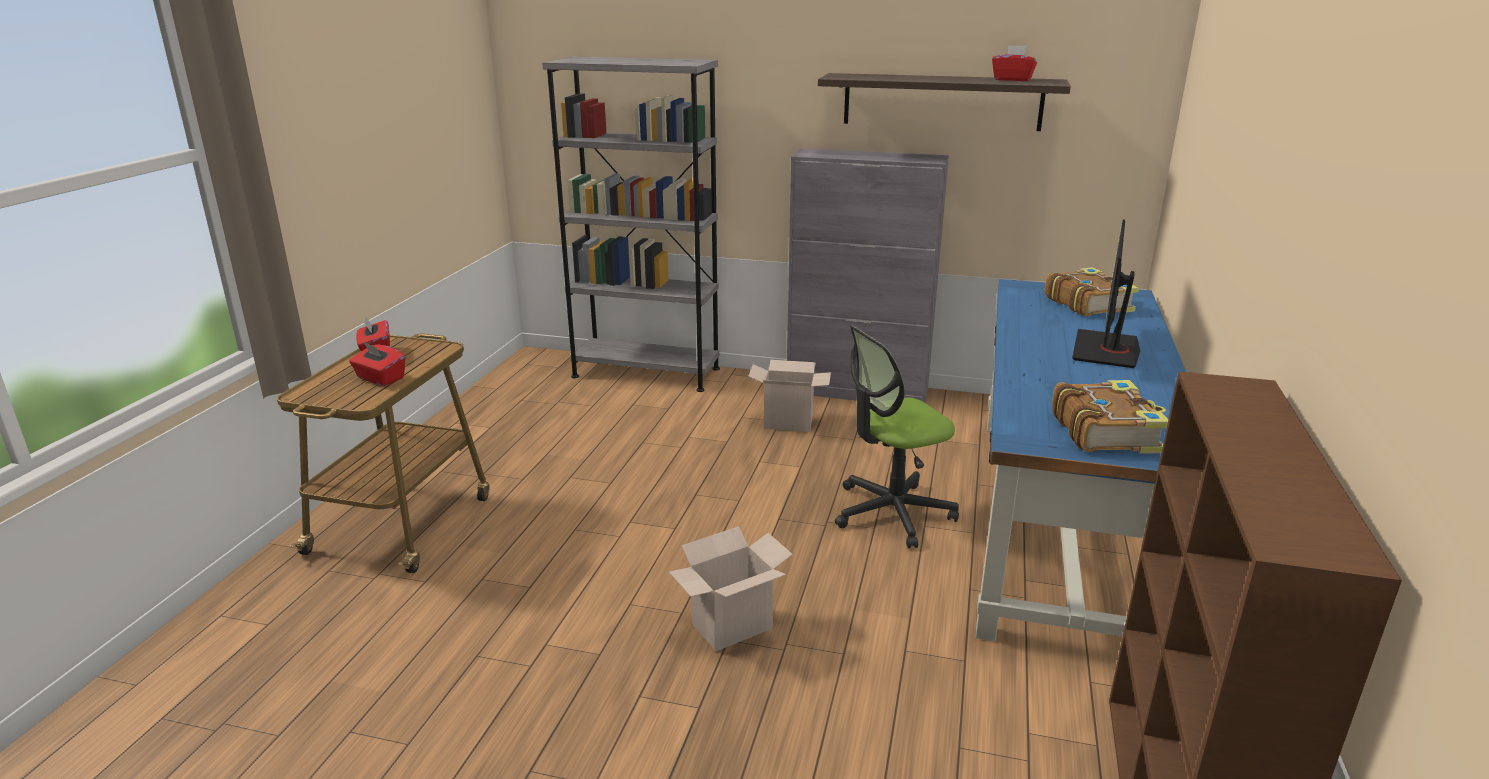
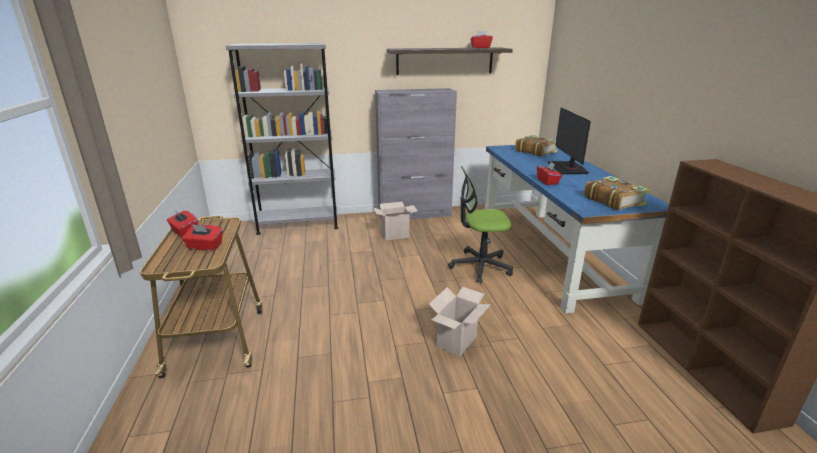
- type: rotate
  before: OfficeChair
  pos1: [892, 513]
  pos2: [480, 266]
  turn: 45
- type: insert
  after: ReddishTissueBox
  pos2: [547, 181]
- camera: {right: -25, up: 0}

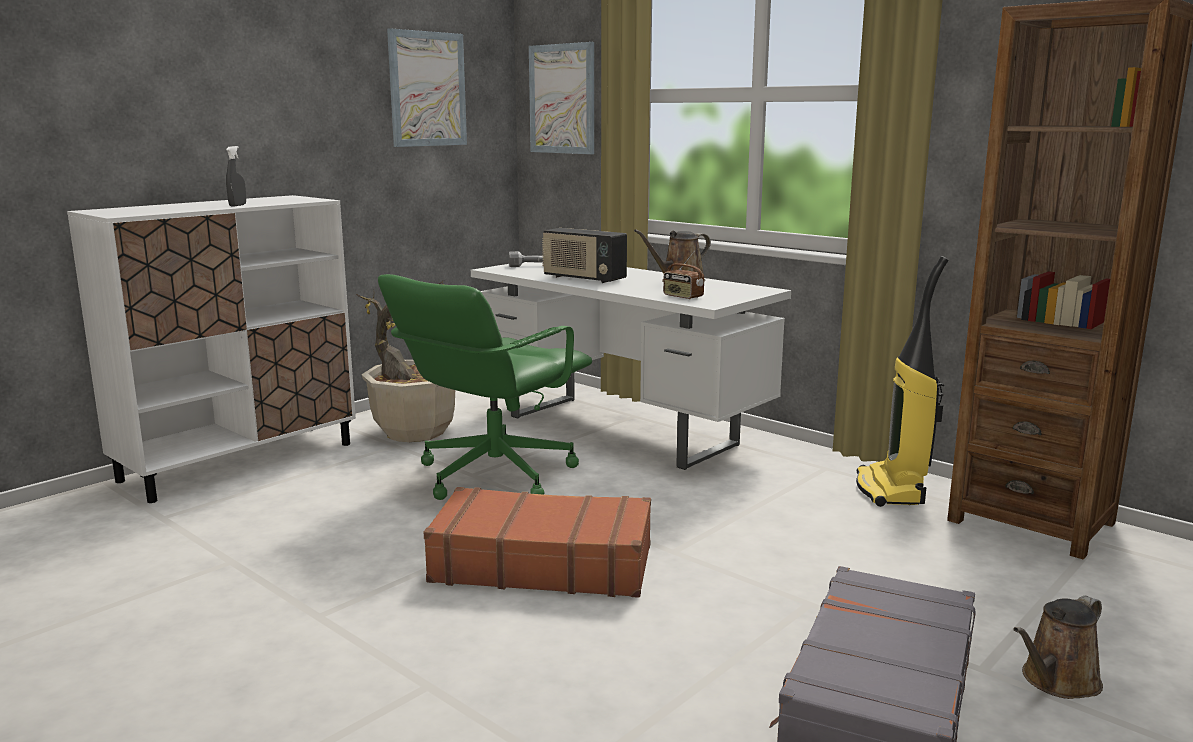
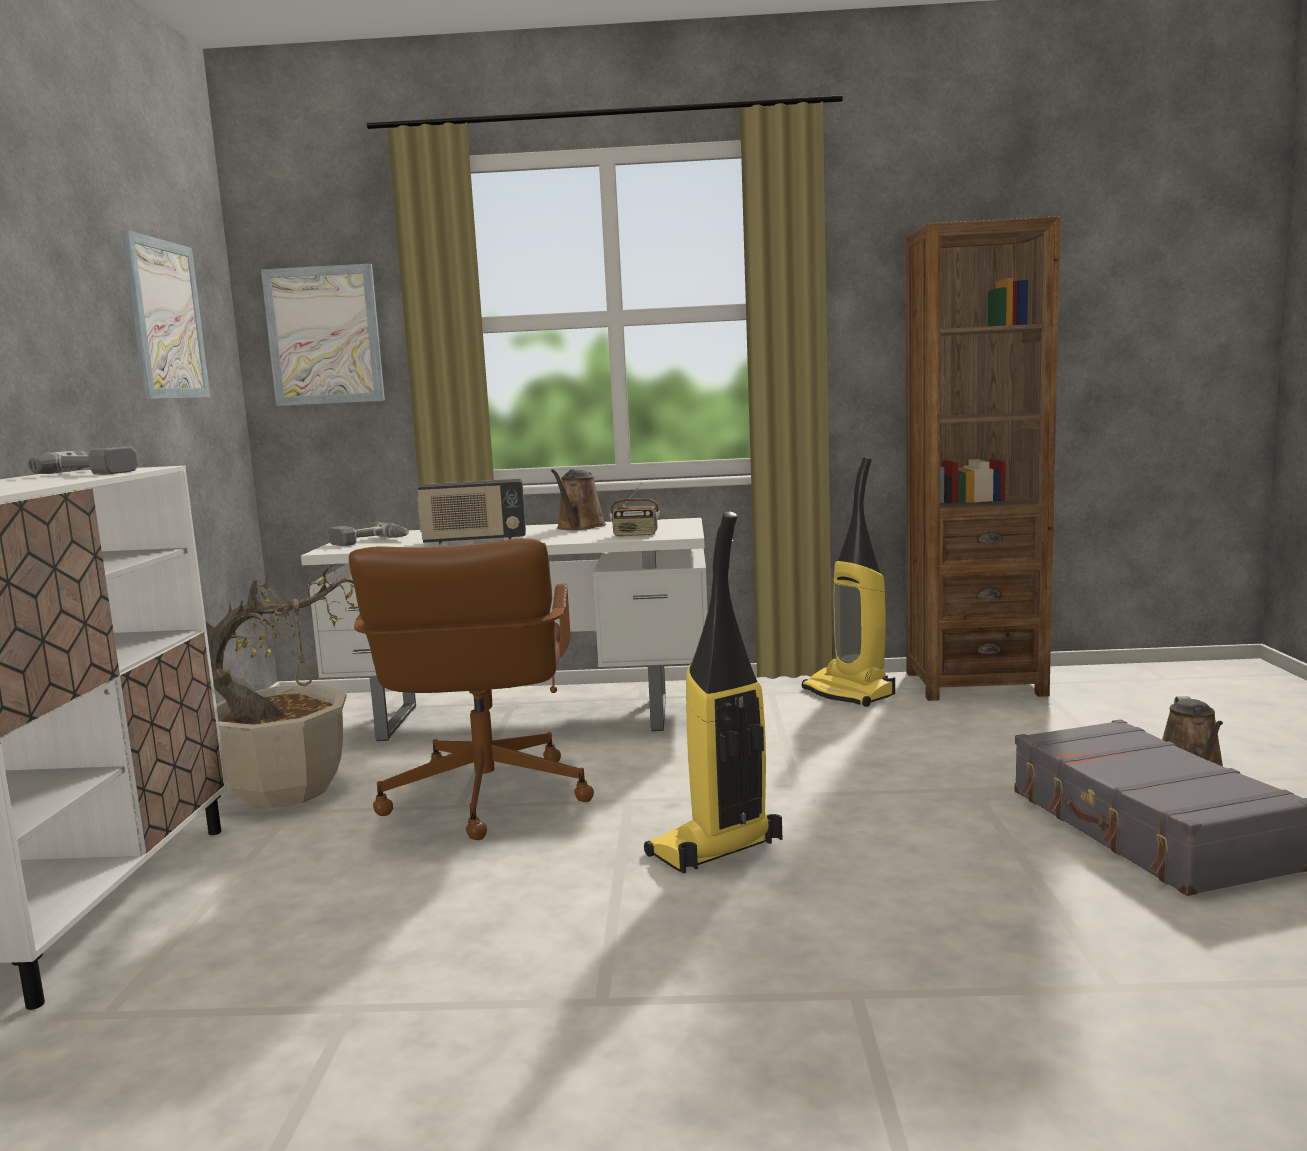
- type: delete
  before: GraySprayBottle
  pos1: [237, 205]
- type: recolor
  before: GreenishOfficeChair
  after: BrownColouredOfficeChair
  pos1: [493, 475]
  pos2: [484, 798]
- type: replace
  before: BrownColouredTravelCase
  after: Vacuum
  pos1: [542, 563]
  pos2: [715, 850]
- type: insert
  after: PowerDrill
  pos2: [98, 472]
- camera: {right: -40, up: -5}

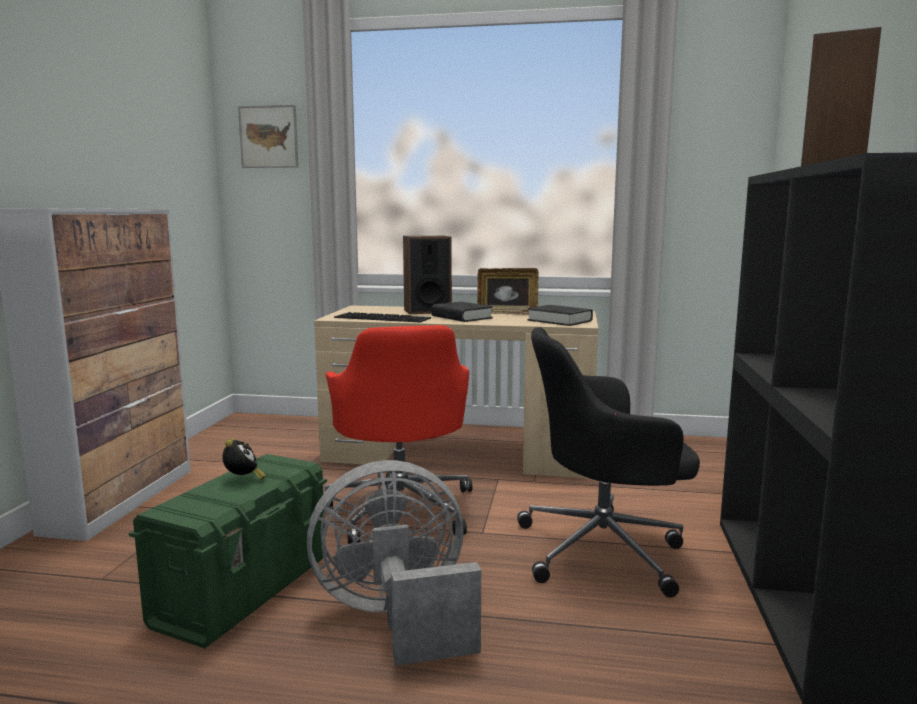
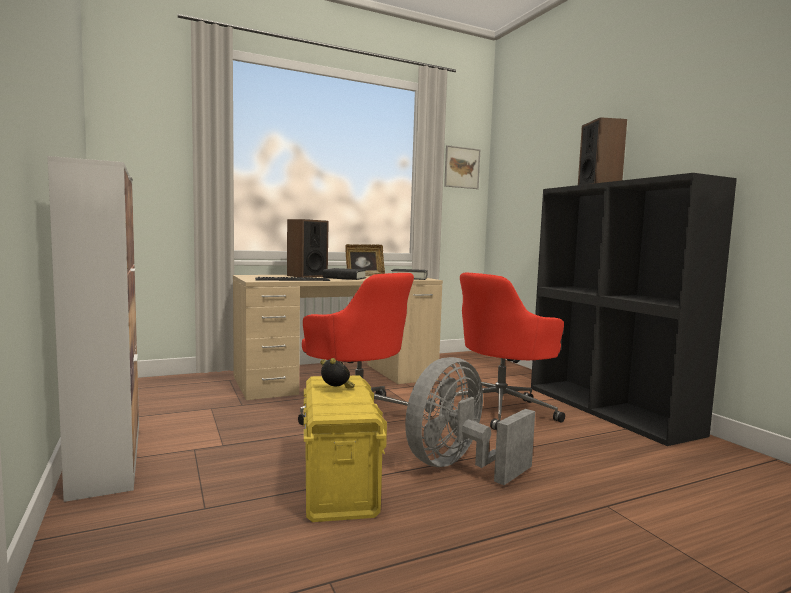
- type: move
  before: WallPicture
  pos1: [269, 137]
  pos2: [462, 167]
- type: recolor
  before: BlackColouredOfficeChair
  after: ReddishOfficeChair
  pos1: [604, 550]
  pos2: [501, 410]
- type: recolor
  before: GreenishStorageContainer
  after: YellowColouredStorageContainer
  pos1: [244, 591]
  pos2: [338, 481]
- camera: {right: -35, up: -5}

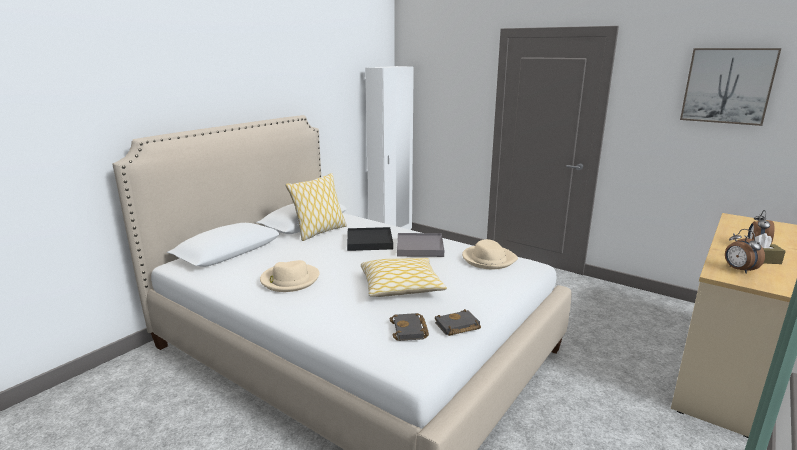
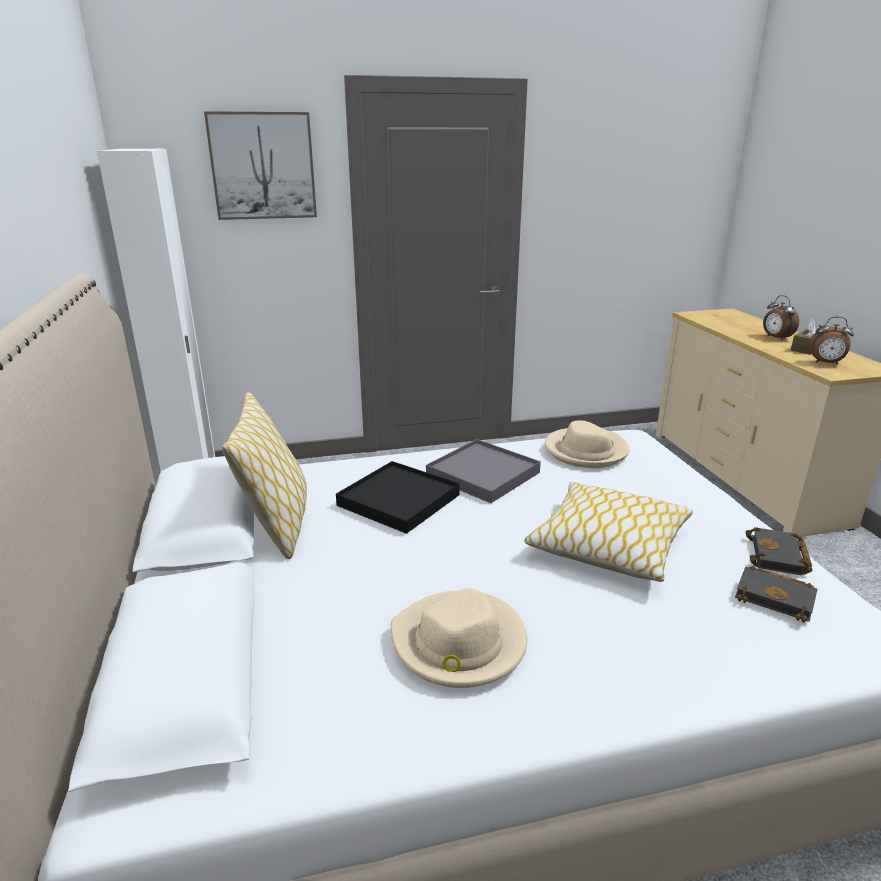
- type: move
  before: WallPicture
  pos1: [727, 86]
  pos2: [263, 166]
- camera: {right: -50, up: 5}

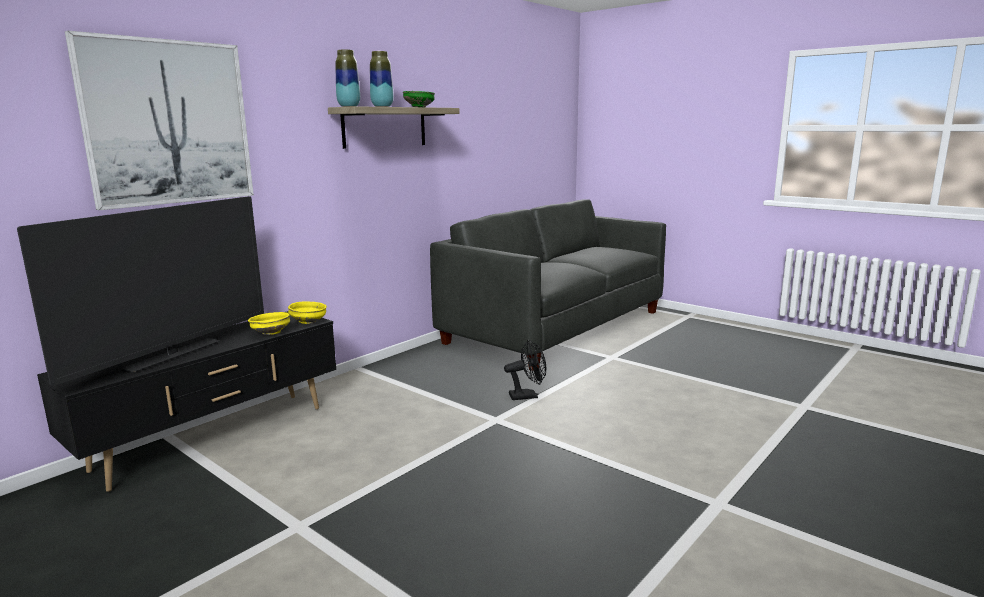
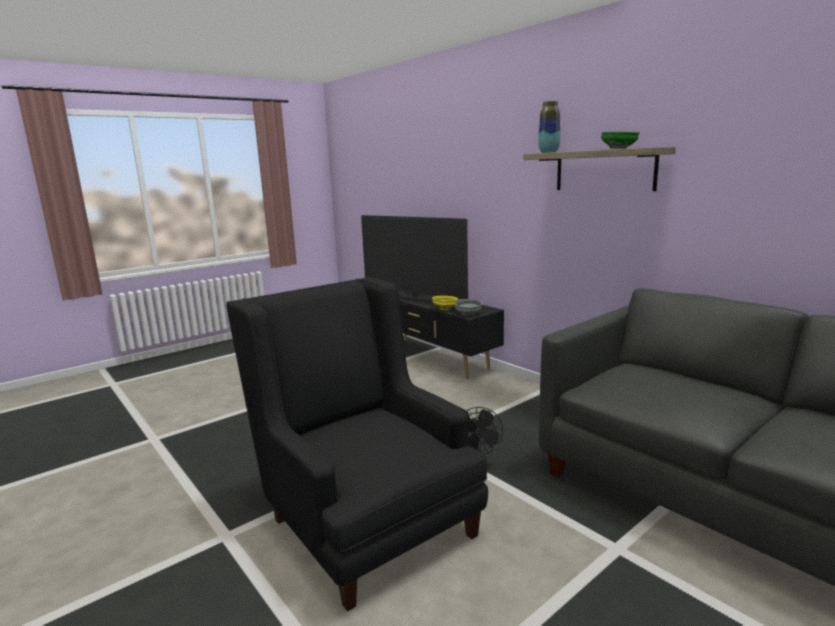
- type: delete
  before: WallPicture
  pos1: [168, 123]
- type: delete
  before: Vase
  pos1: [382, 106]
- type: recolor
  before: YellowColouredBowl
  after: GrayBowl
  pos1: [309, 322]
  pos2: [468, 314]
- type: insert
  after: BlackColouredArmchair
  pos2: [363, 518]
- camera: {right: 100, up: 0}

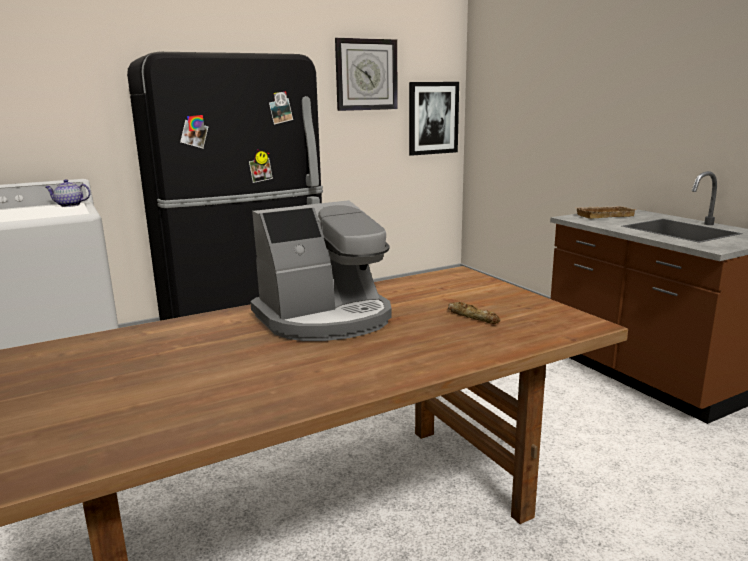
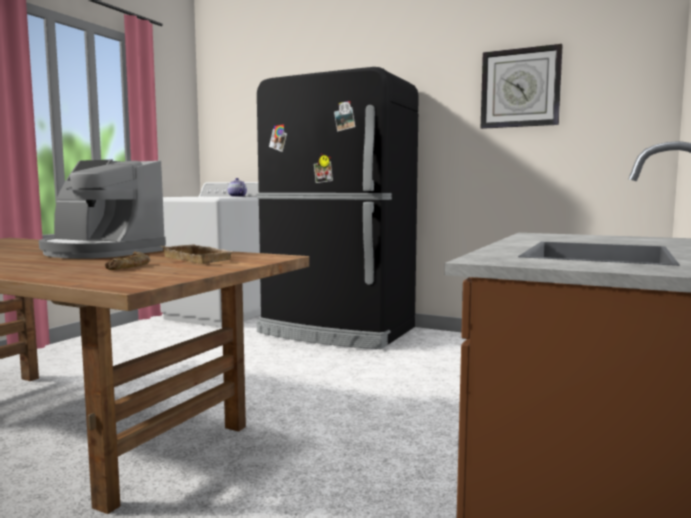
- type: delete
  before: WallPicture
  pos1: [433, 118]
- type: move
  before: SandColouredCarryingTray
  pos1: [604, 215]
  pos2: [200, 259]
- camera: {right: 55, up: -10}

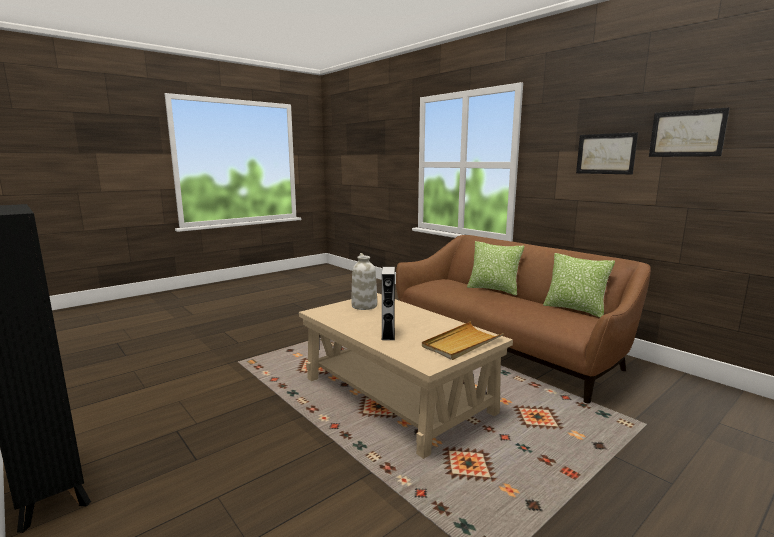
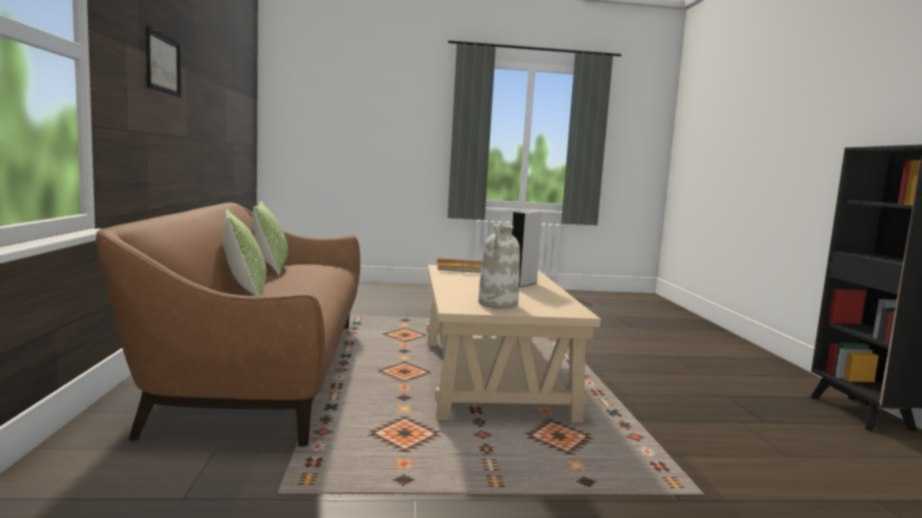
- type: delete
  before: WallPicture
  pos1: [686, 133]
- camera: {right: -145, up: -5}

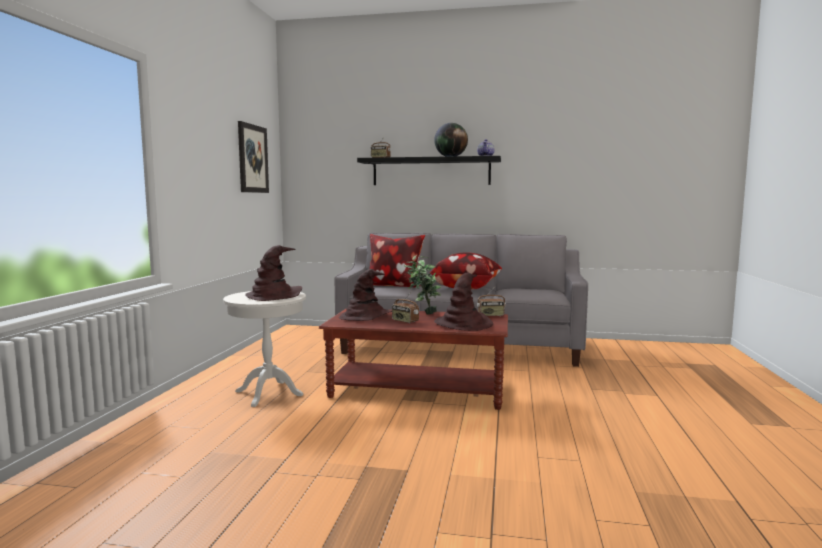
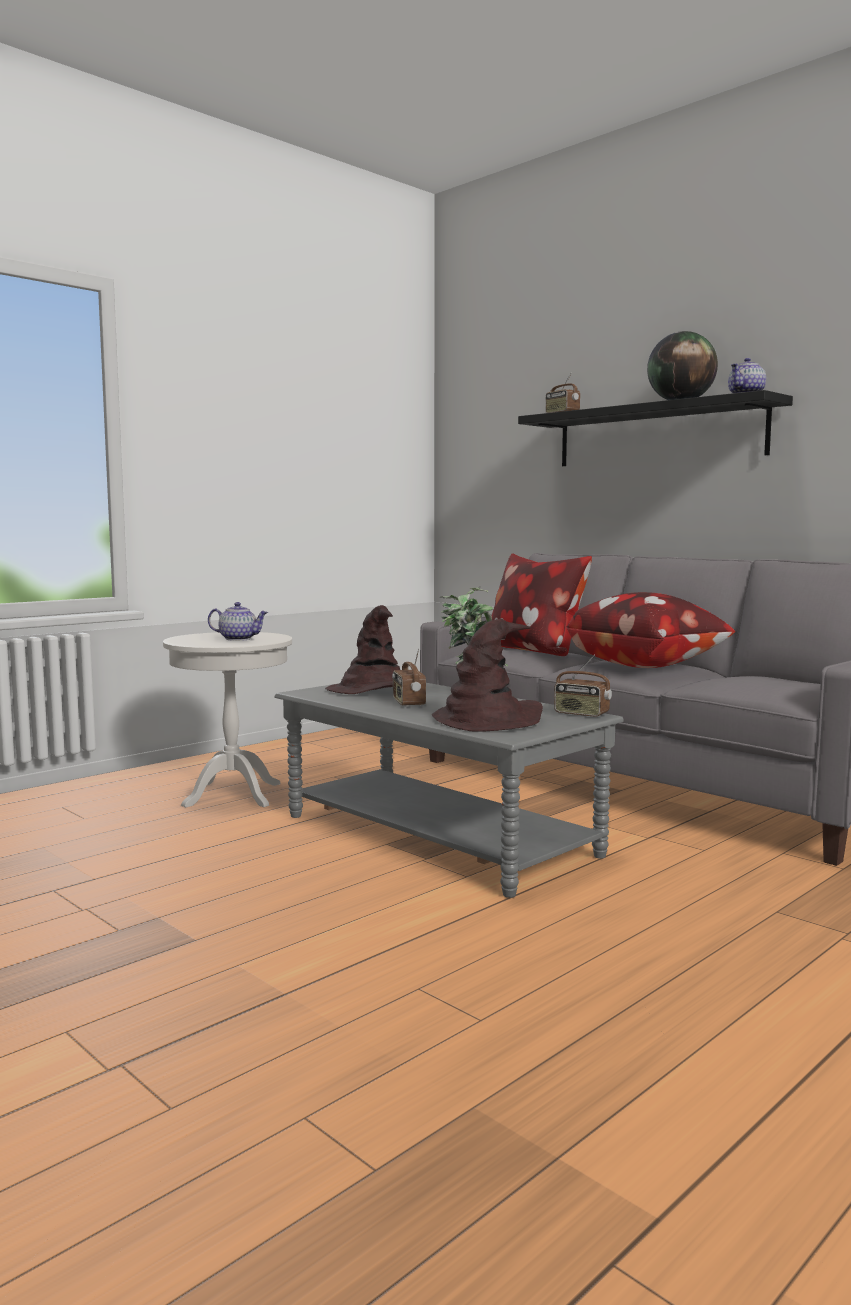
- type: delete
  before: WallPicture
  pos1: [252, 159]
- type: replace
  before: BrownColouredHat
  after: Teapot
  pos1: [274, 295]
  pos2: [239, 639]
- type: recolor
  before: BrownColouredCoffeeTable
  after: GrayCoffeeTable
  pos1: [418, 390]
  pos2: [438, 836]
- camera: {right: 35, up: 0}

